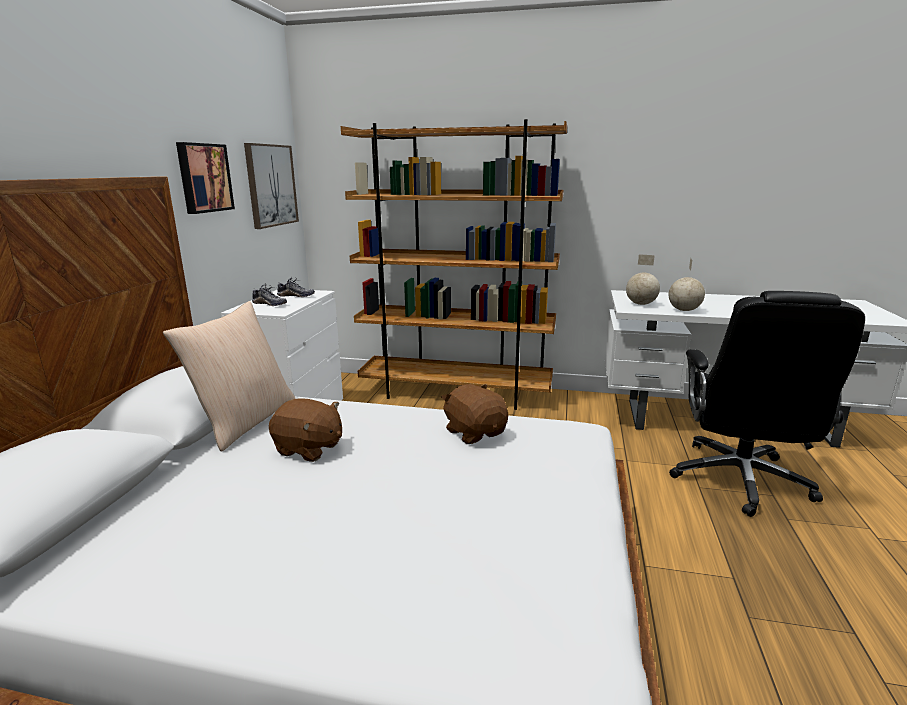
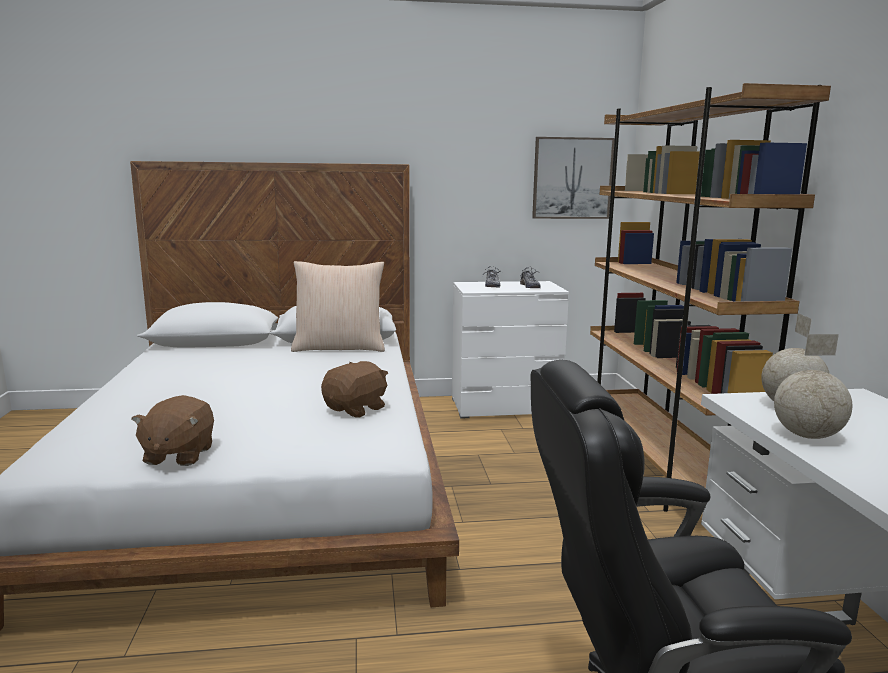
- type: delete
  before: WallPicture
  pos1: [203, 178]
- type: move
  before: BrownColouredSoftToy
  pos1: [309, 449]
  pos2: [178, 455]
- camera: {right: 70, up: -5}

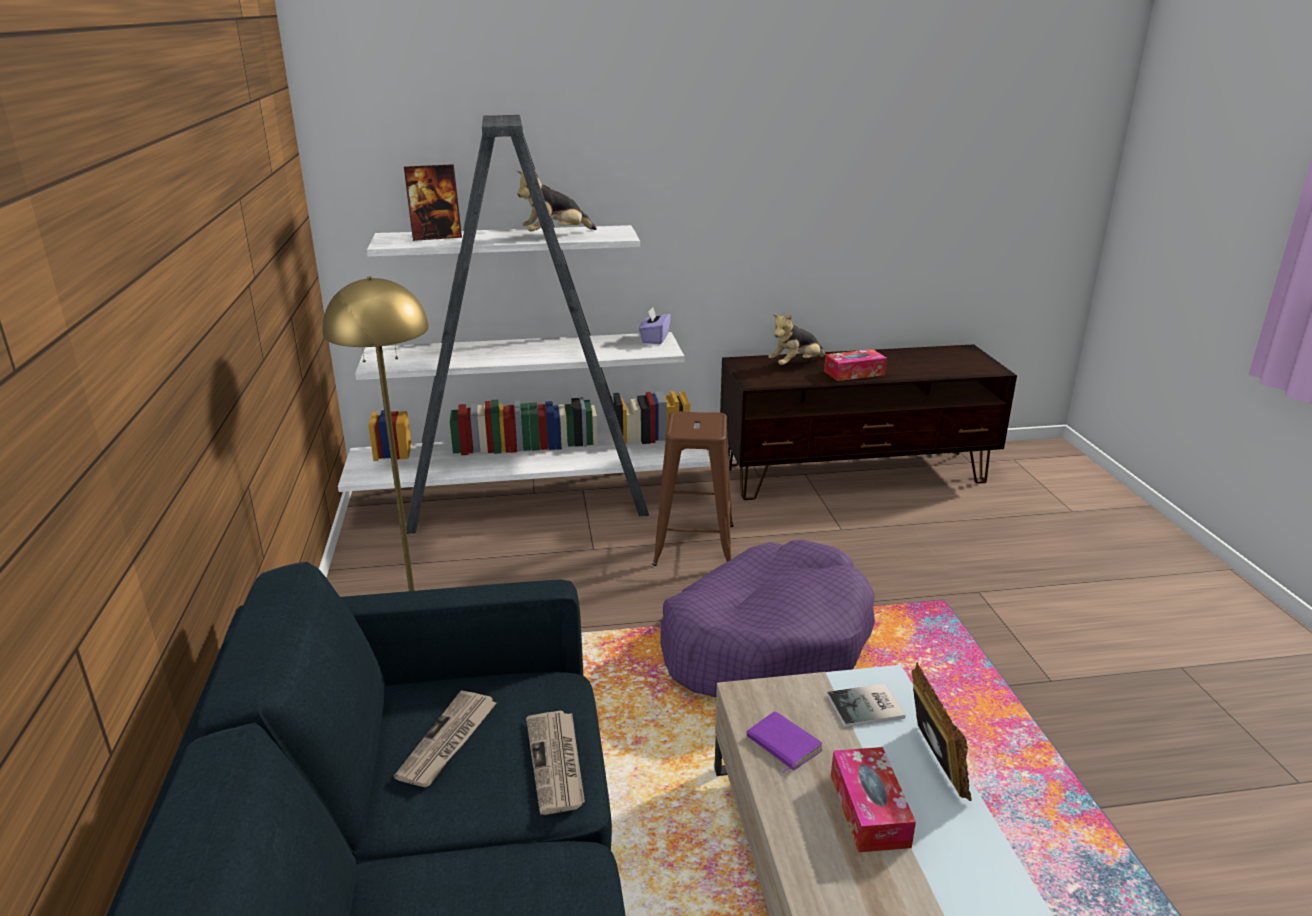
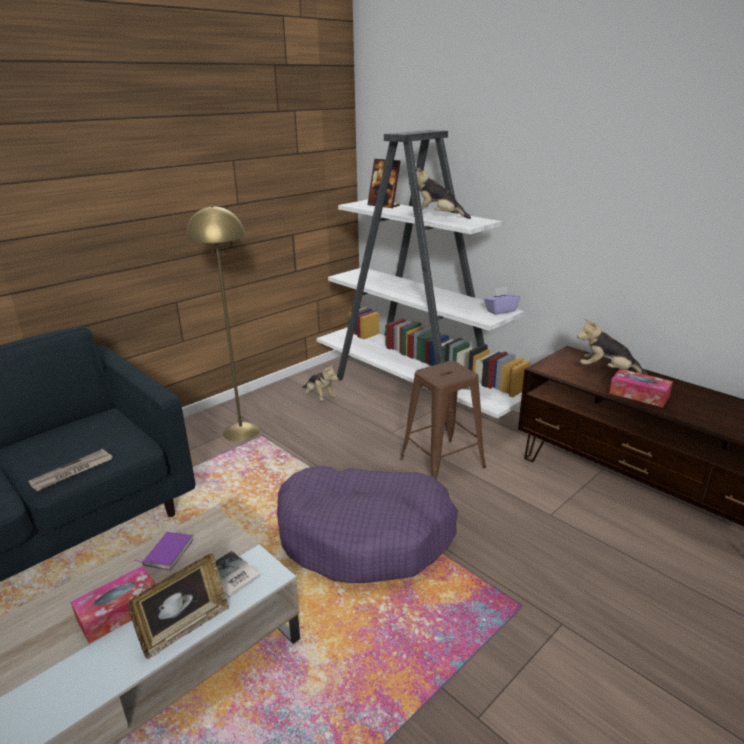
- type: delete
  before: PrintedPaper
  pos1: [448, 741]
- type: insert
  after: SoftToy
  pos2: [319, 397]
- camera: {right: 55, up: 0}

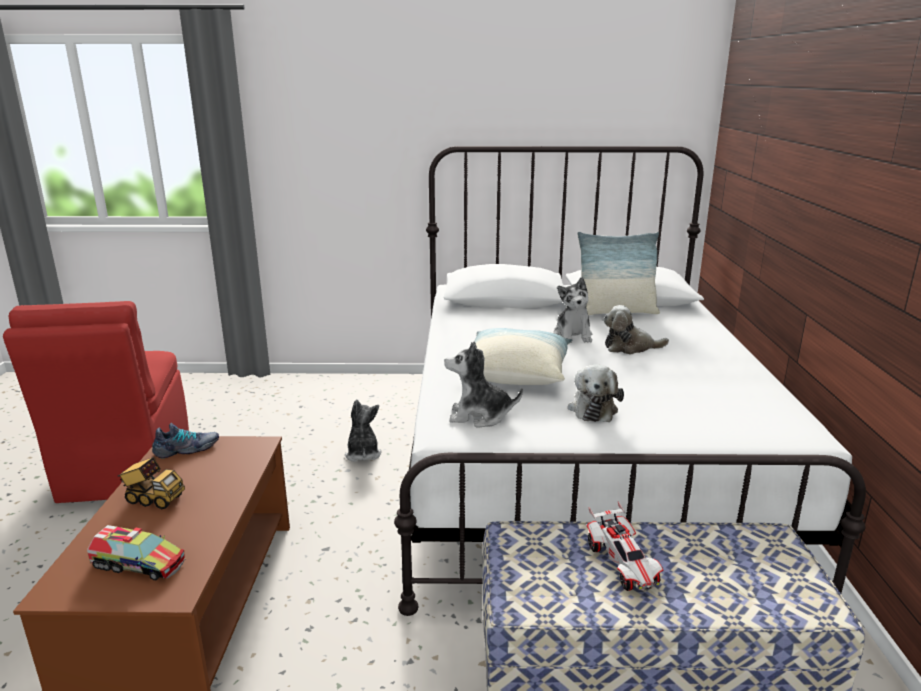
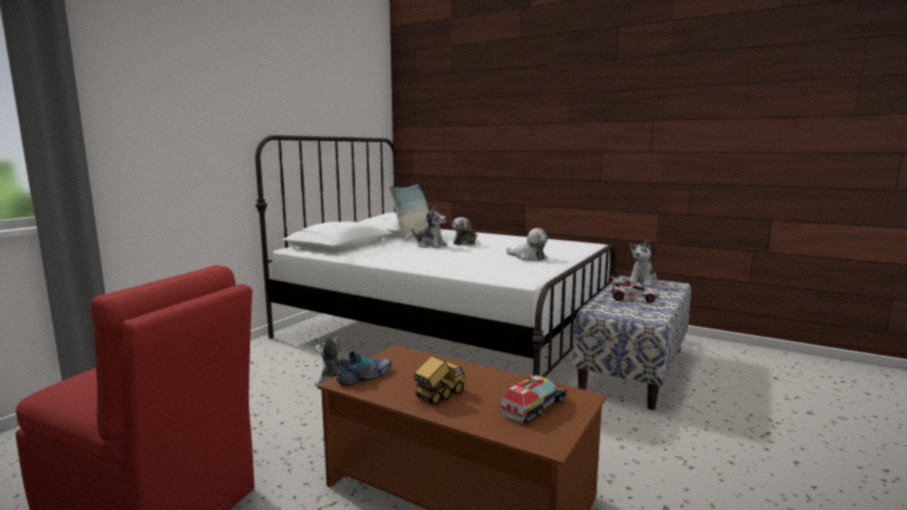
- type: delete
  before: Pillow
  pos1: [515, 373]
- type: move
  before: SoftToy
  pos1: [479, 416]
  pos2: [643, 282]
- type: rotate
  before: Shoe
  pos1: [187, 449]
  pos2: [365, 376]
  turn: 45
- camera: {right: -60, up: -10}

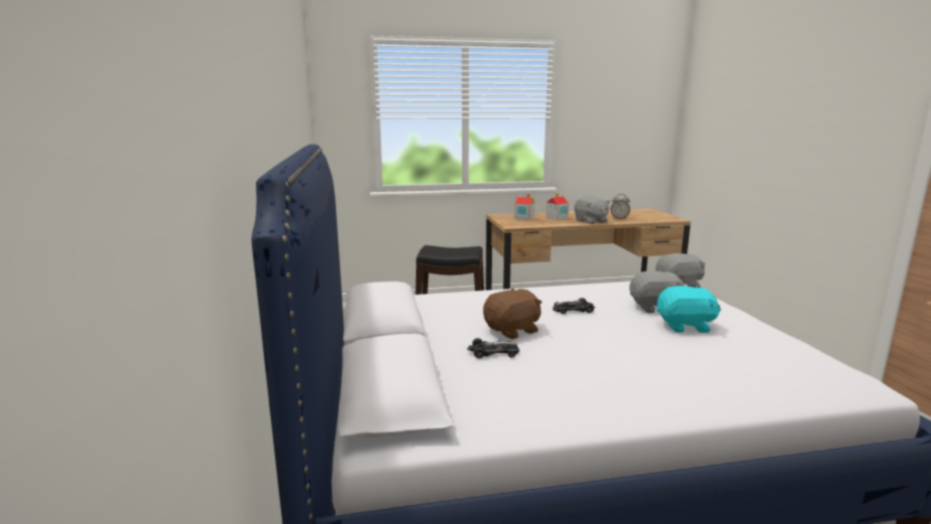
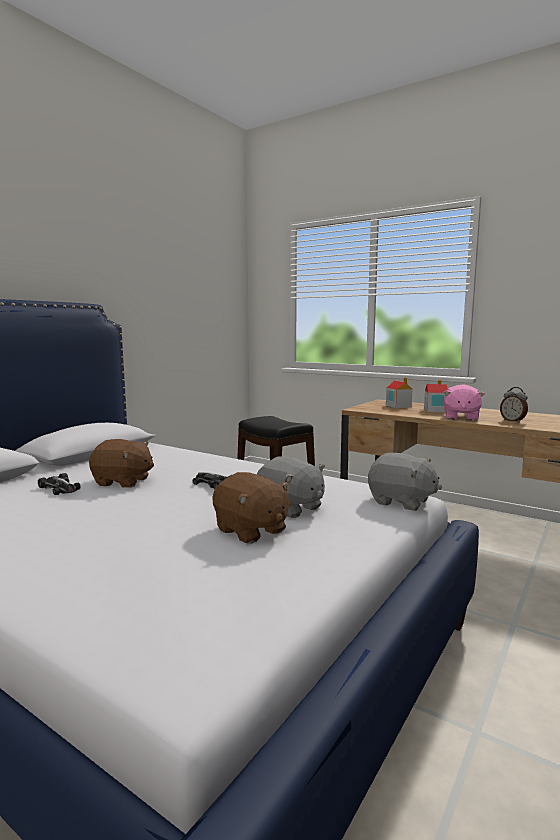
- type: recolor
  before: GraySoftToy
  after: PinkColouredSoftToy
  pos1: [590, 221]
  pos2: [460, 418]
- type: recolor
  before: TurquoiseSoftToy
  after: BrownColouredSoftToy
  pos1: [685, 326]
  pos2: [250, 530]
- camera: {right: 45, up: -5}

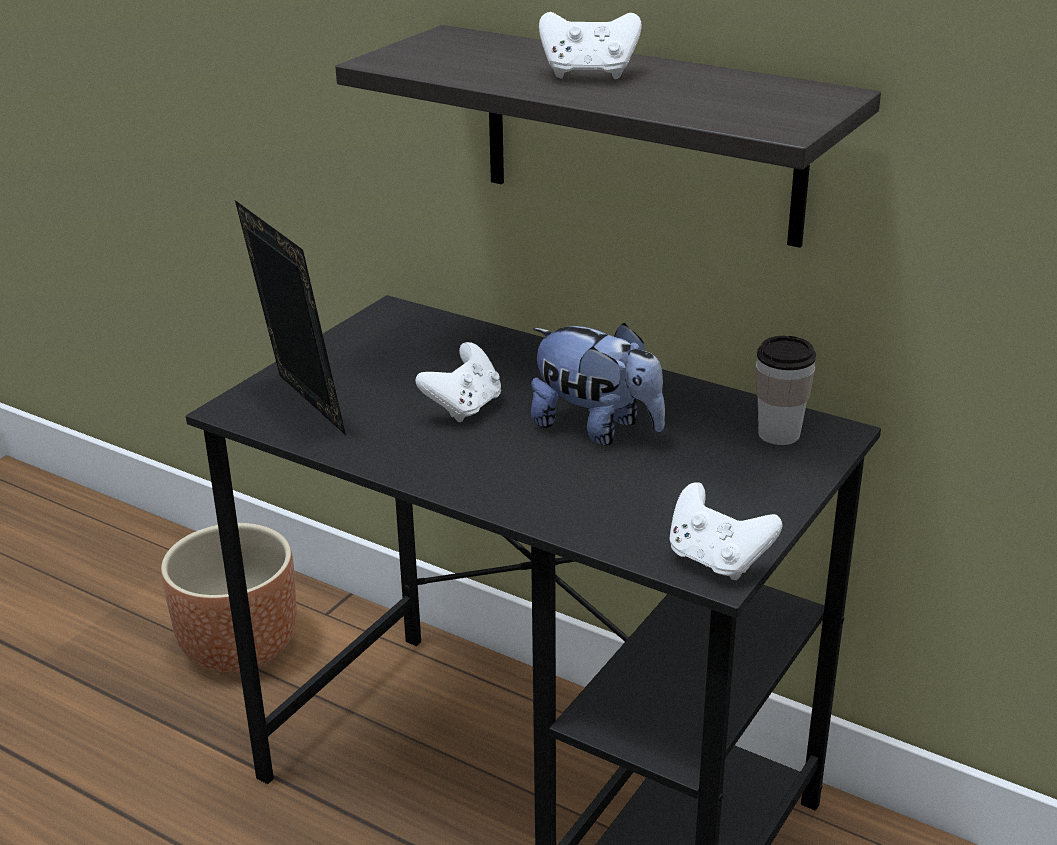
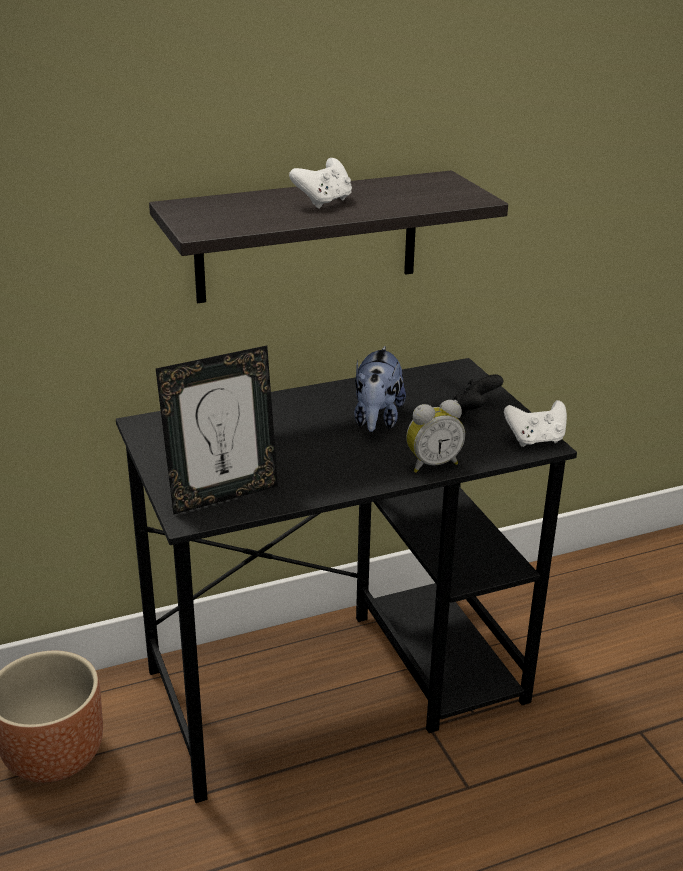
- type: rotate
  before: PictureFrame
  pos1: [300, 407]
  pos2: [223, 495]
  turn: 150
- type: rotate
  before: SoftToy
  pos1: [596, 428]
  pos2: [377, 420]
  turn: 120
- type: delete
  before: DrinkingCup
  pos1: [779, 434]
- type: delete
  before: WhiteJoypad
  pos1: [464, 407]
- type: insert
  after: BlackColouredJoypad
  pos2: [474, 412]
- type: insert
  after: BedsideClock
  pos2: [432, 464]
- camera: {right: -55, up: 0}

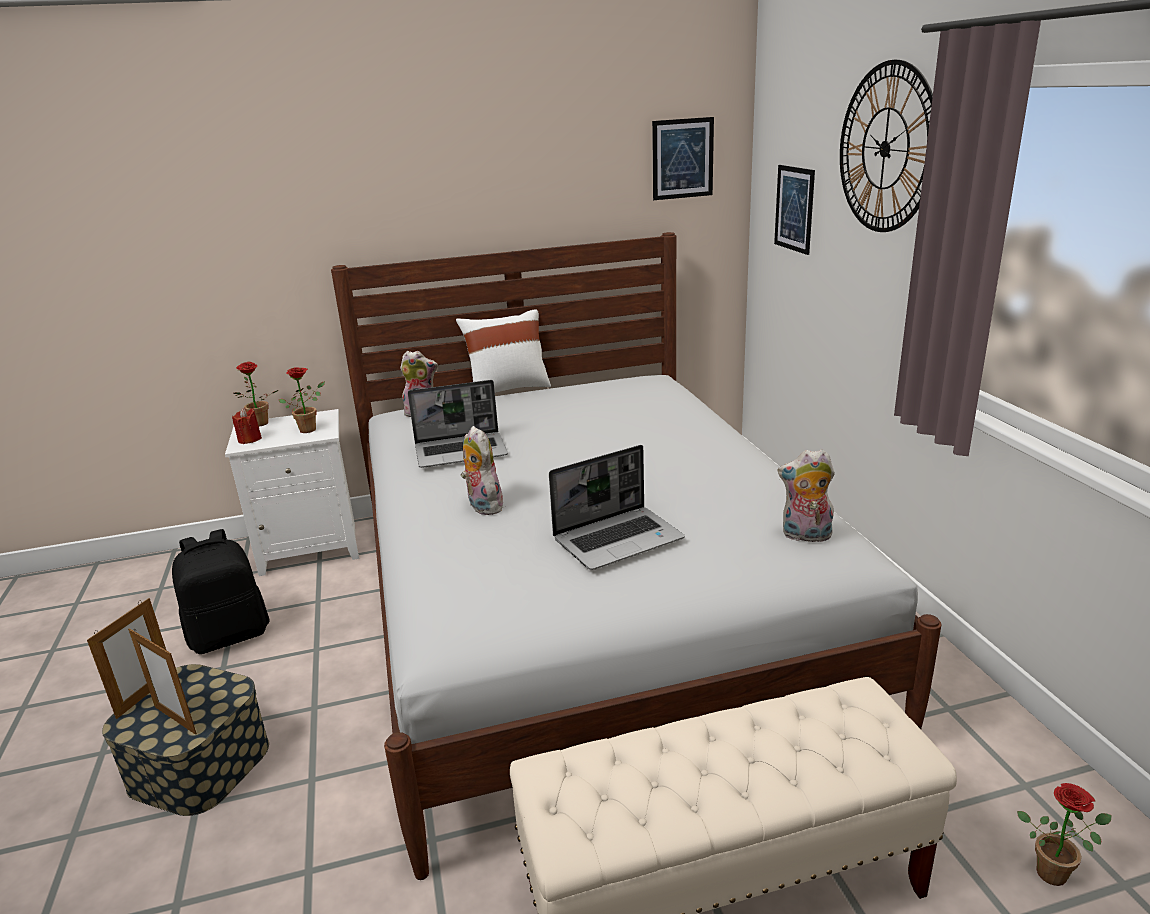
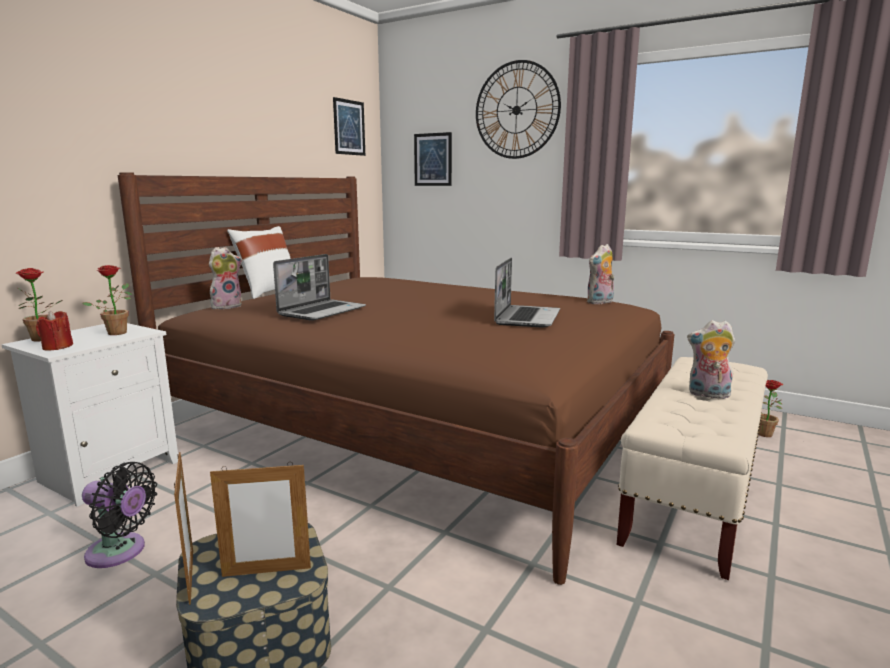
- type: recolor
  before: WhiteBedroomBed
  after: BrownColouredBedroomBed
  pos1: [586, 609]
  pos2: [420, 427]
- type: move
  before: SoftToy
  pos1: [482, 506]
  pos2: [708, 395]
- type: replace
  before: BlackColouredKnapsack
  after: BlackColouredElectricFan
  pos1: [230, 635]
  pos2: [120, 552]
- camera: {right: -45, up: -10}

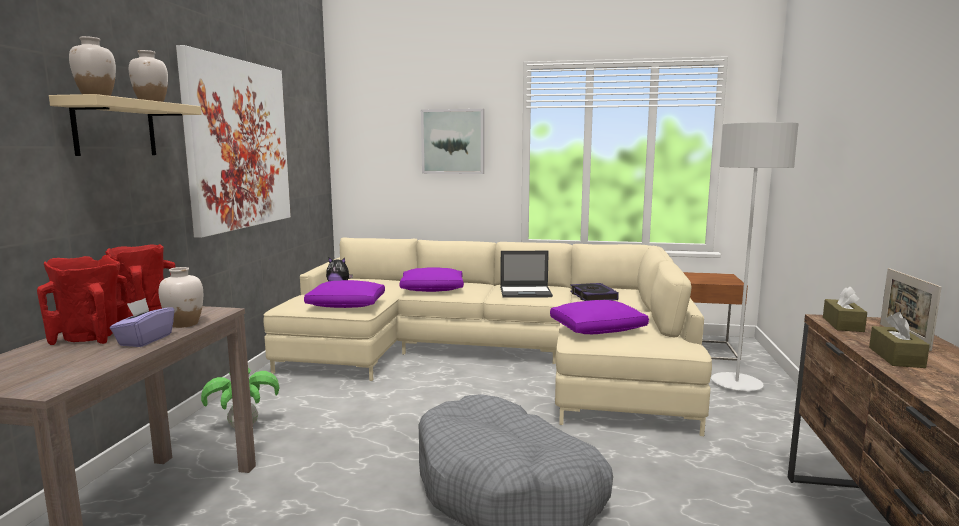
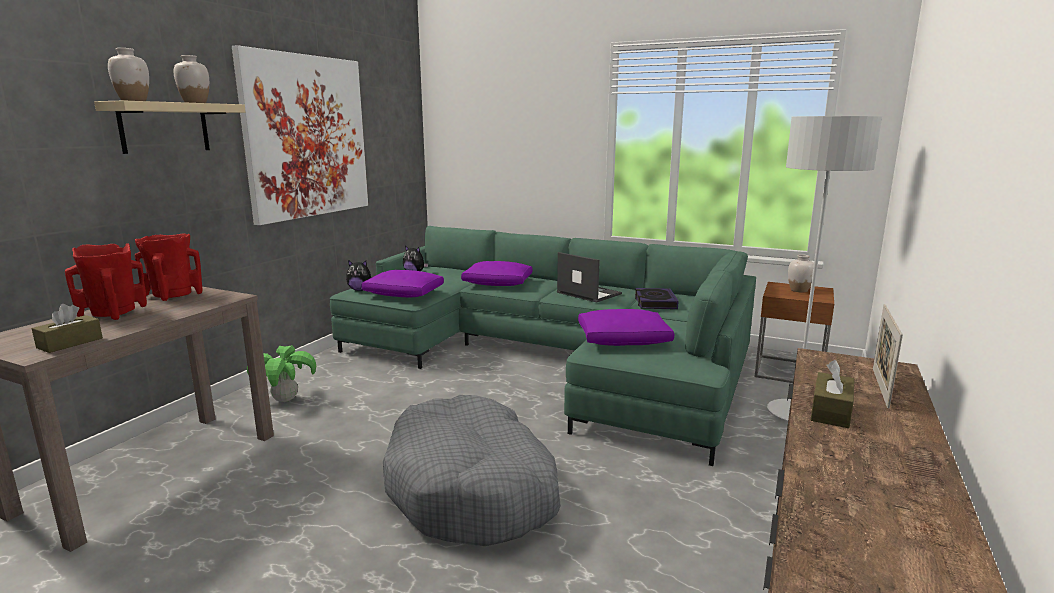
- type: delete
  before: WallPicture
  pos1: [453, 141]
- type: recolor
  before: SandColouredSettee
  after: GreenishSettee
  pos1: [495, 357]
  pos2: [552, 357]
- type: rotate
  before: Laptop
  pos1: [526, 292]
  pos2: [588, 293]
  turn: -150
- type: move
  before: WhiteVase
  pos1: [184, 324]
  pos2: [799, 290]
- type: move
  before: BrownColouredTissueBox
  pos1: [842, 324]
  pos2: [70, 343]
- type: delete
  before: PurpleTissueBox
  pos1: [145, 340]
- type: insert
  after: SoftToy
  pos2: [360, 290]
- camera: {right: 15, up: 5}

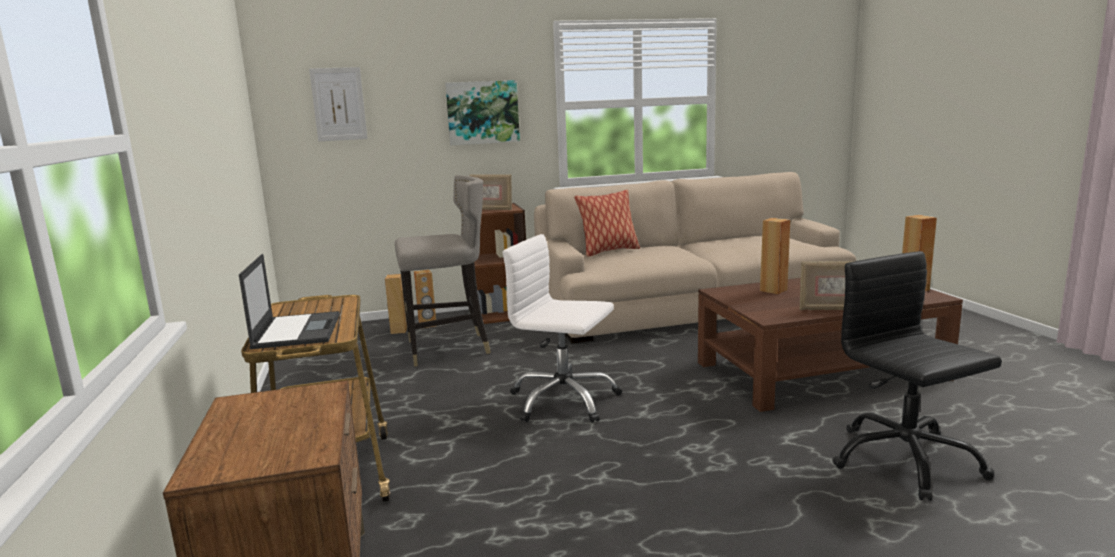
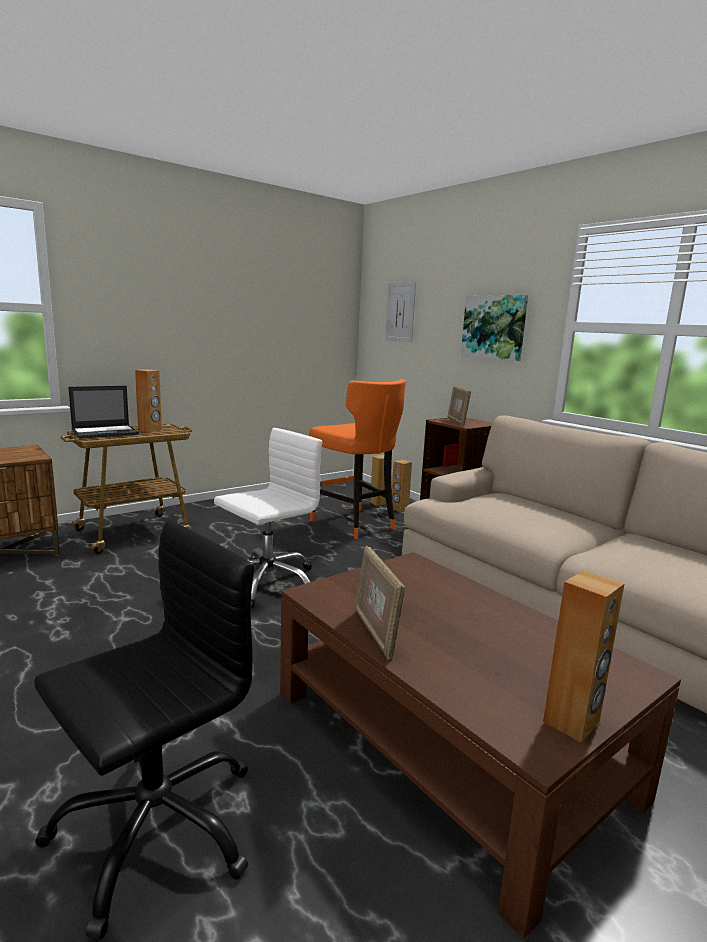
- type: recolor
  before: GrayStool
  after: OrangeColouredStool
  pos1: [449, 348]
  pos2: [354, 524]
- type: delete
  before: Pillow
  pos1: [608, 251]
- type: move
  before: BrownColouredLoudspeaker
  pos1: [773, 290]
  pos2: [150, 430]
- type: rotate
  before: WhiteOfficeChair
  pos1: [563, 401]
  pos2: [267, 582]
  turn: 45
- camera: {right: 65, up: 0}

